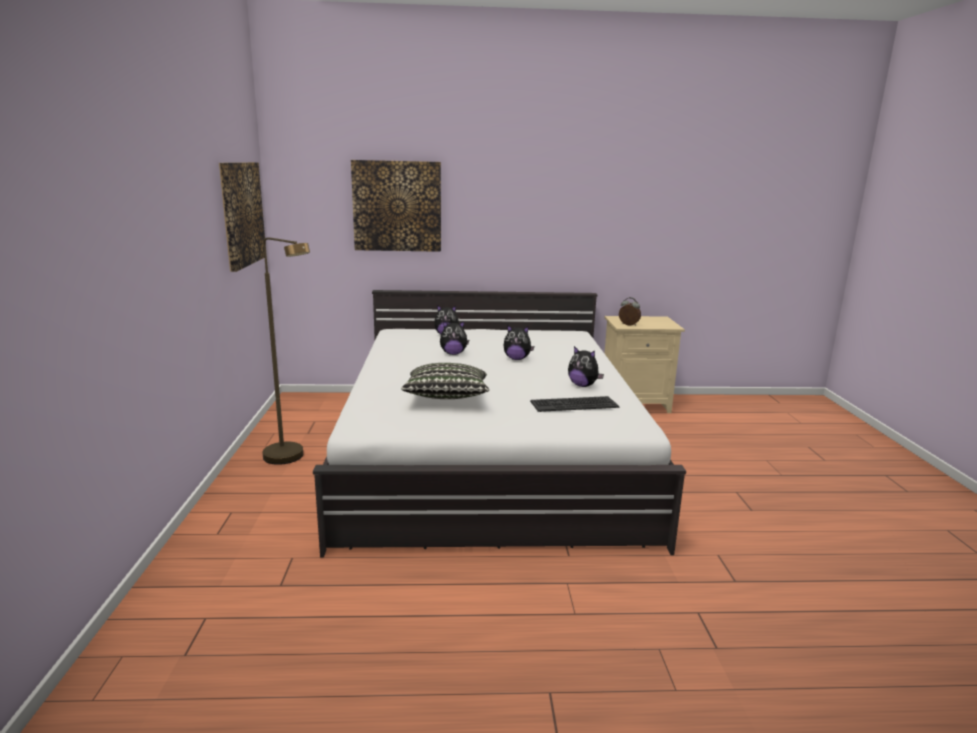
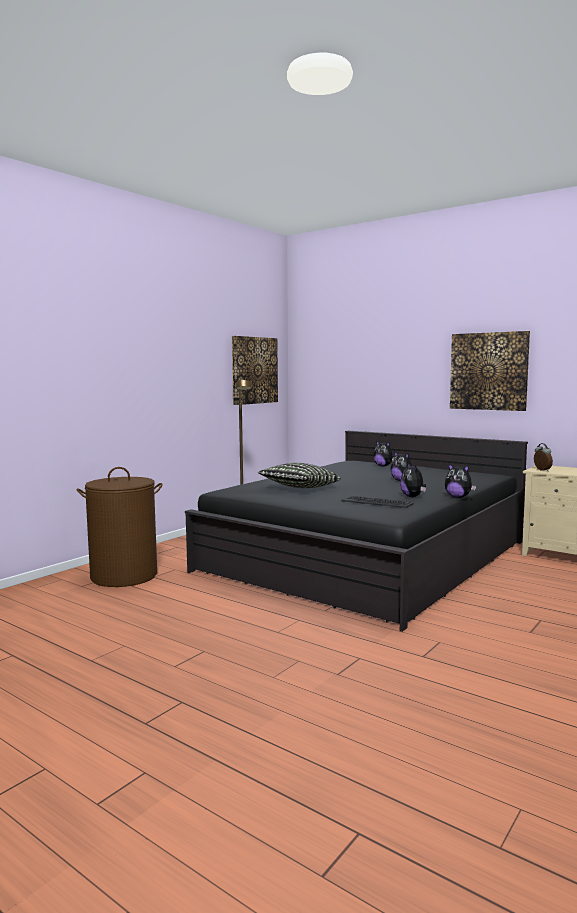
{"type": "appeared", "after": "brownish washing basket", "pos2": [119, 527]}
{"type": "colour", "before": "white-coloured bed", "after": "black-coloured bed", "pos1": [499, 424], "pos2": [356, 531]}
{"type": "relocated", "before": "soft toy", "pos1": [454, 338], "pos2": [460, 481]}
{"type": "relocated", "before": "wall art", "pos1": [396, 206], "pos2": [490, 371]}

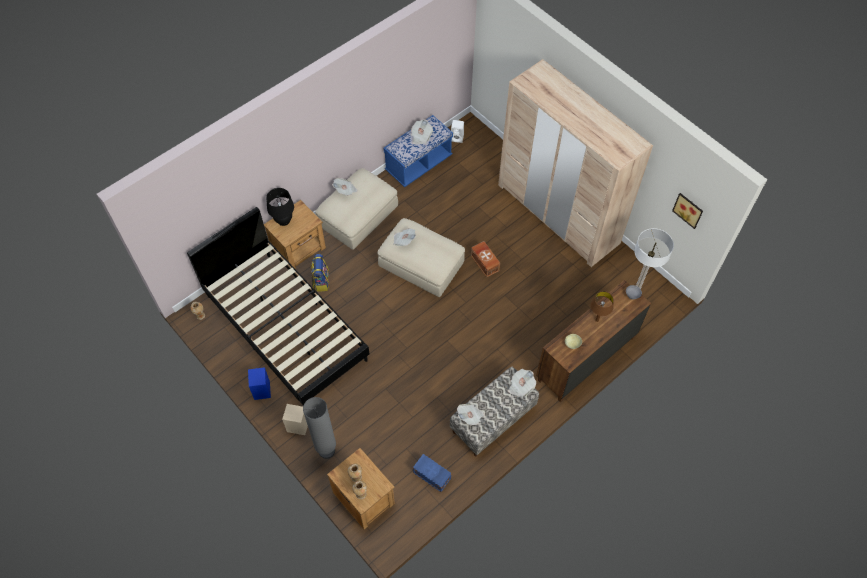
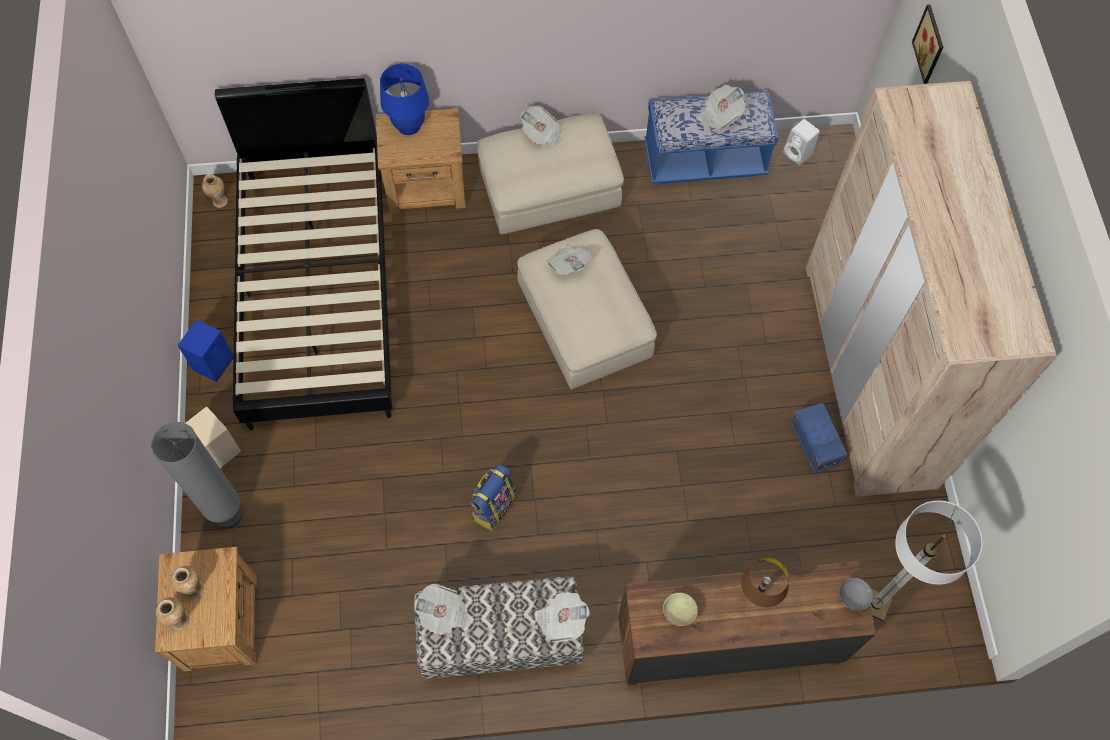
{"type": "colour", "before": "black-coloured lamp for a table", "after": "blue-coloured lamp for a table", "pos1": [280, 207], "pos2": [404, 99]}
{"type": "relocated", "before": "knapsack", "pos1": [320, 272], "pos2": [493, 498]}
{"type": "relocated", "before": "blue-coloured storage bin", "pos1": [432, 473], "pos2": [819, 438]}
{"type": "relocated", "before": "wall art", "pos1": [687, 211], "pos2": [927, 44]}
{"type": "missing", "before": "brownish storage bin", "pos1": [485, 259]}

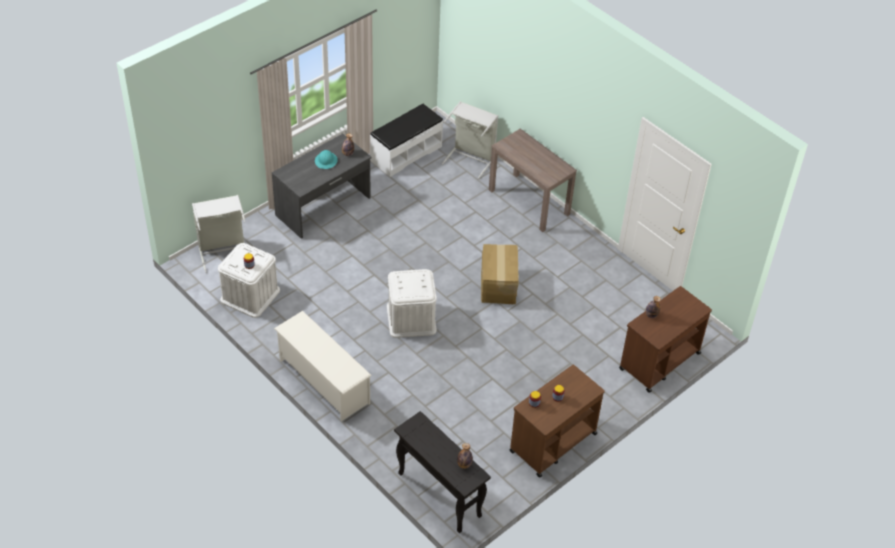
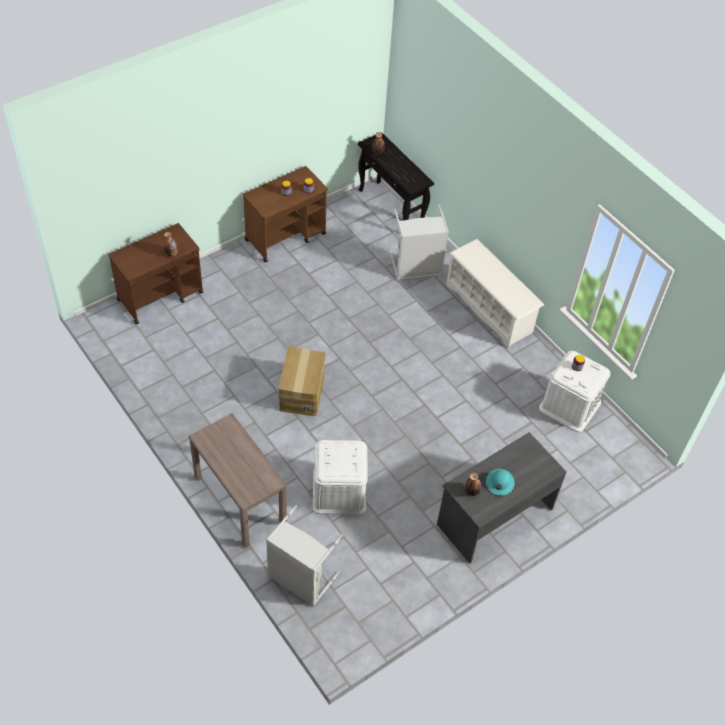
{"type": "relocated", "before": "white-coloured storage bin", "pos1": [412, 303], "pos2": [340, 477]}
{"type": "relocated", "before": "grey washing basket", "pos1": [219, 234], "pos2": [419, 242]}
{"type": "missing", "before": "white-coloured bench", "pos1": [406, 140]}

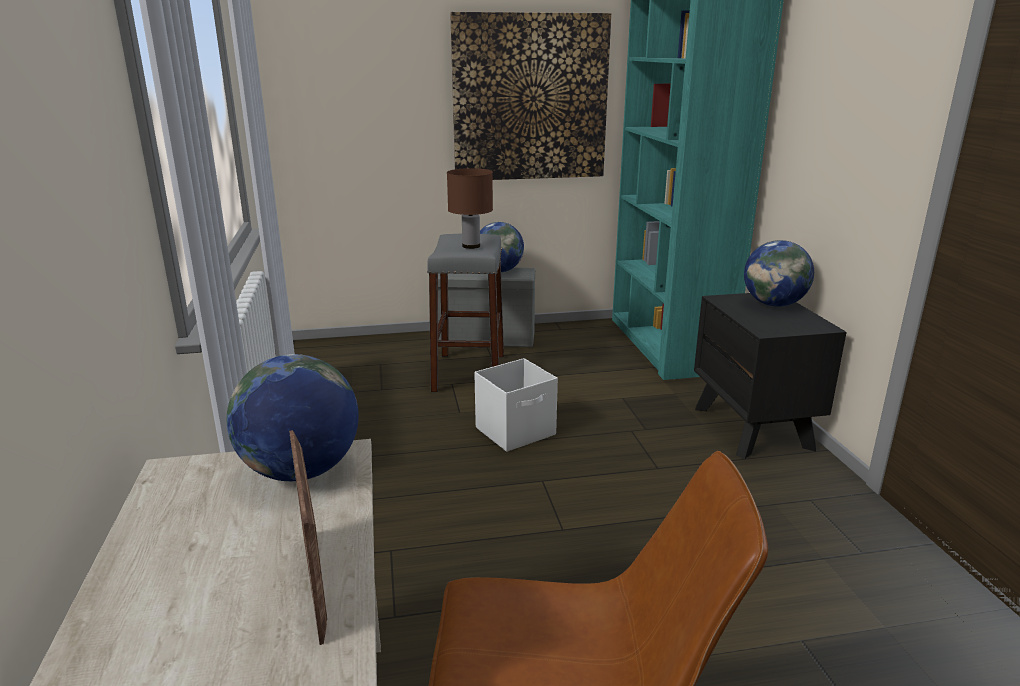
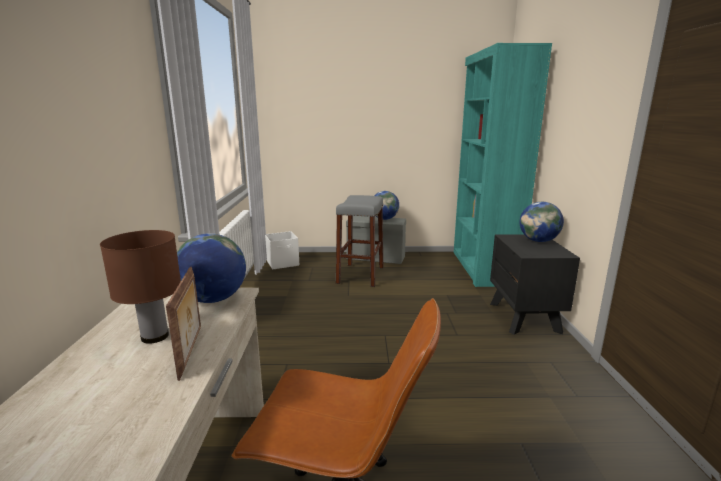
{"type": "relocated", "before": "brownish lamp for a table", "pos1": [470, 208], "pos2": [140, 287]}
{"type": "relocated", "before": "white-coloured storage bin", "pos1": [516, 405], "pos2": [282, 250]}
{"type": "missing", "before": "wall art", "pos1": [530, 96]}

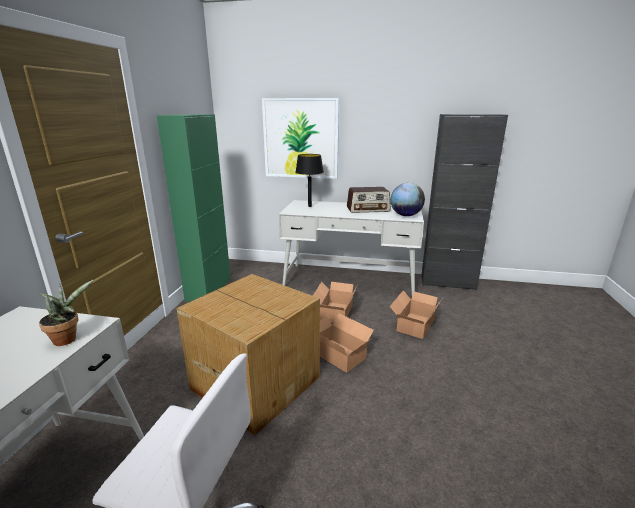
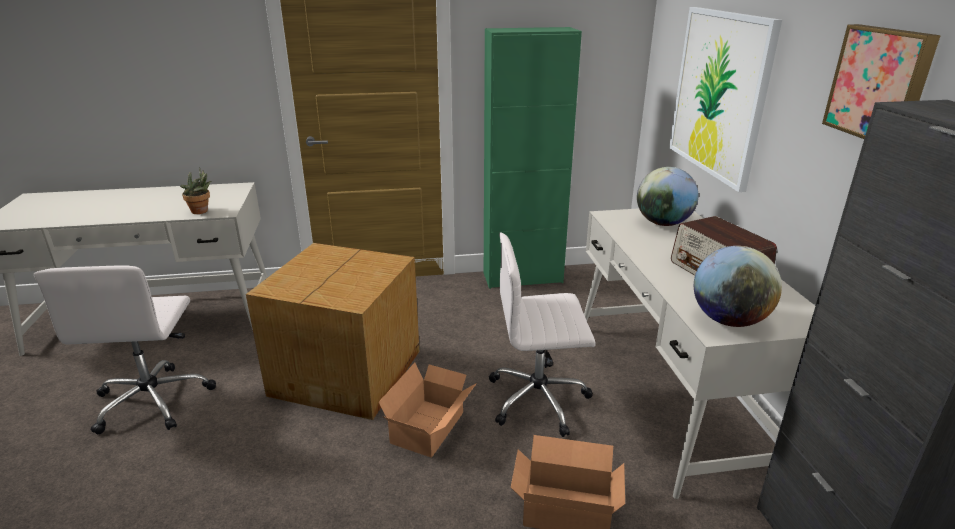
{"type": "exchanged", "before": "carton", "after": "white-coloured office chair", "pos1": [335, 302], "pos2": [542, 334]}
{"type": "exchanged", "before": "black-coloured lamp for a table", "after": "desk globe", "pos1": [309, 180], "pos2": [667, 196]}
{"type": "appeared", "after": "wall art", "pos2": [881, 81]}

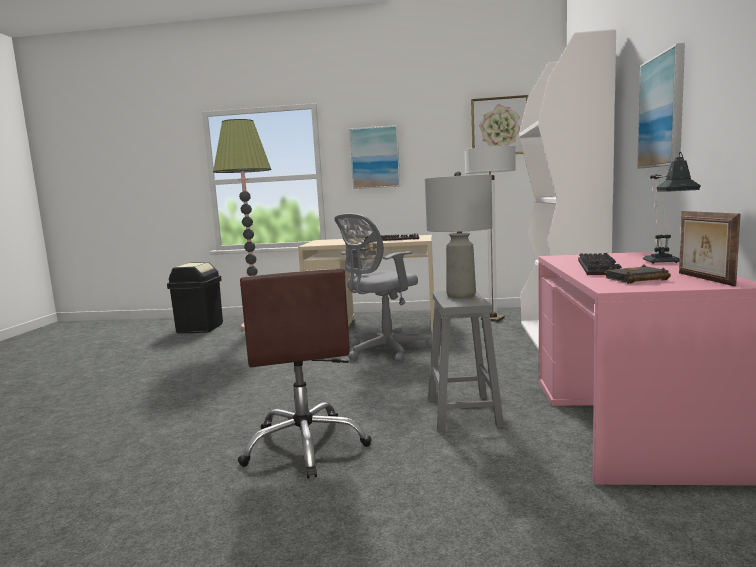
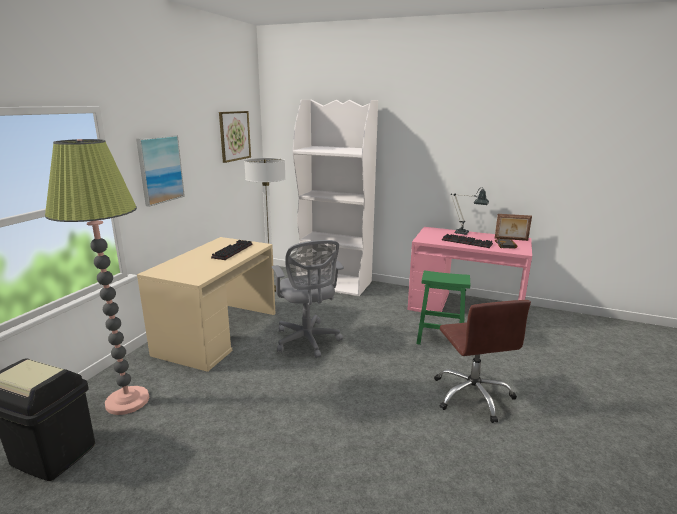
{"type": "colour", "before": "grey stool", "after": "greenish stool", "pos1": [466, 361], "pos2": [443, 307]}
{"type": "spun", "before": "brownish office chair", "pos1": [305, 374], "pos2": [482, 361], "turn": 75}
{"type": "missing", "before": "grey lamp for a table", "pos1": [459, 234]}
{"type": "missing", "before": "wall art", "pos1": [661, 106]}

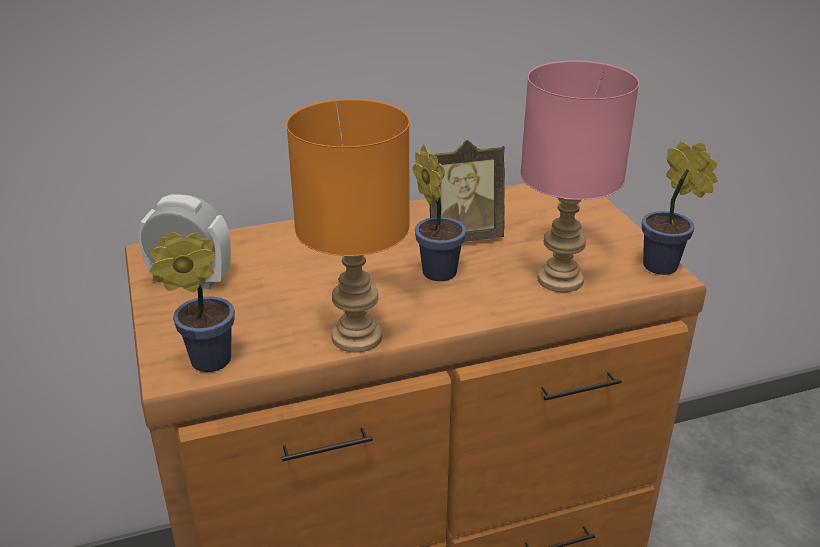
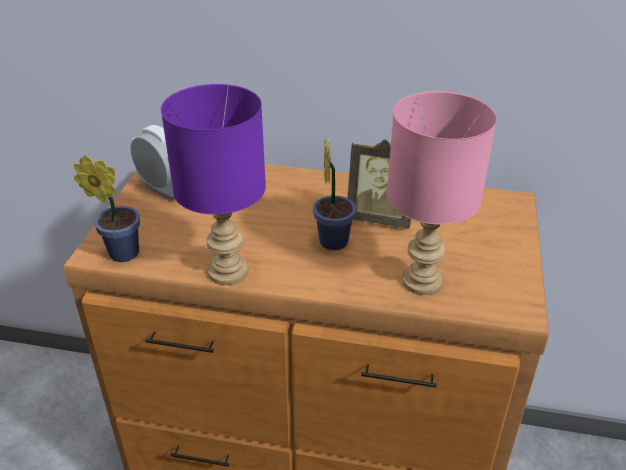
{"type": "colour", "before": "orange lamp for a table", "after": "purple lamp for a table", "pos1": [348, 226], "pos2": [213, 184]}
{"type": "missing", "before": "plant in a pot", "pos1": [680, 208]}

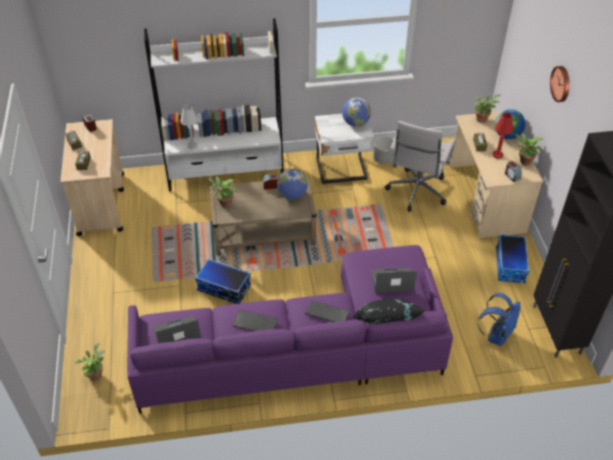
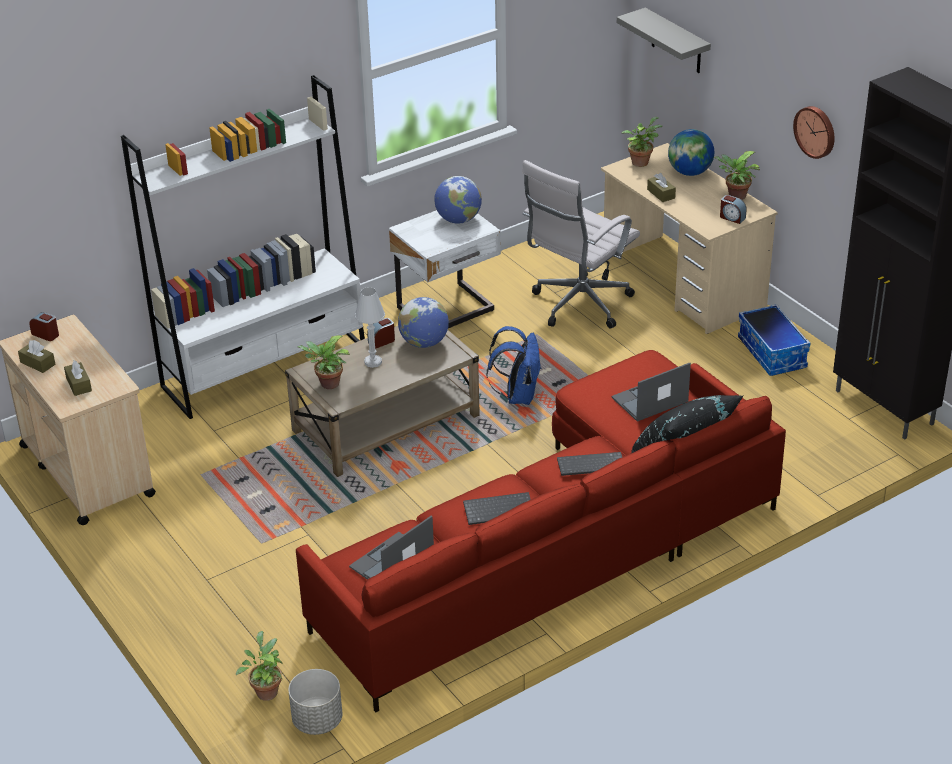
{"type": "relocated", "before": "grey flower pot", "pos1": [384, 150], "pos2": [315, 702]}
{"type": "colour", "before": "purple settee", "after": "red settee", "pos1": [290, 329], "pos2": [541, 531]}
{"type": "relocated", "before": "white-coloured lamp for a table", "pos1": [189, 127], "pos2": [370, 327]}
{"type": "relocated", "before": "blue-coloured knapsack", "pos1": [498, 319], "pos2": [513, 365]}
{"type": "spun", "before": "white-coloured office chair", "pos1": [420, 166], "pos2": [581, 244], "turn": 45}
{"type": "appeared", "after": "grey wall shelf", "pos2": [664, 40]}
{"type": "relocated", "before": "wall clock", "pos1": [560, 84], "pos2": [814, 132]}
{"type": "missing", "before": "storage bin", "pos1": [223, 281]}
{"type": "missing", "before": "red lamp for a table", "pos1": [503, 135]}

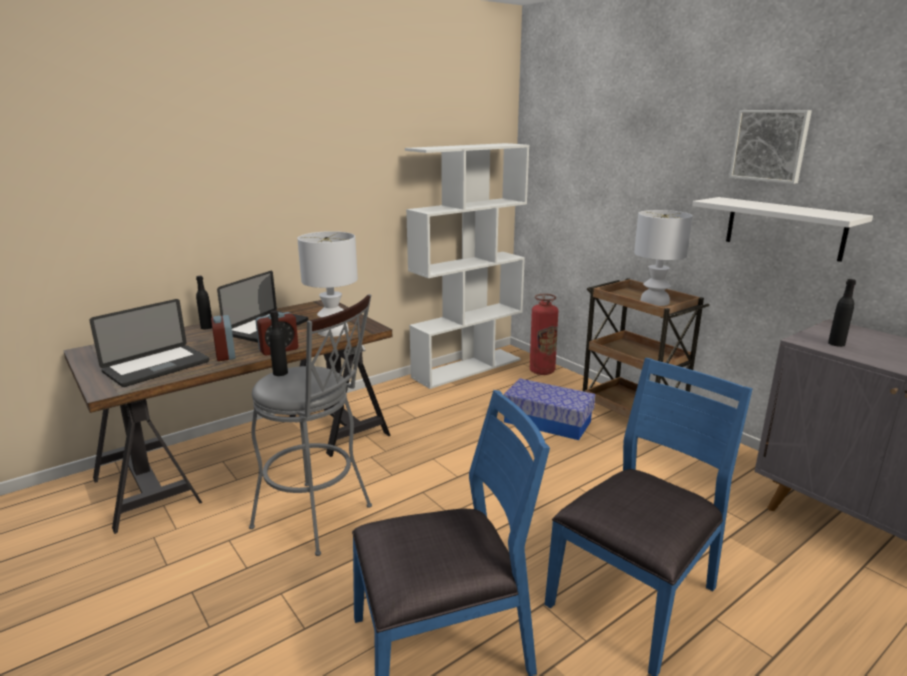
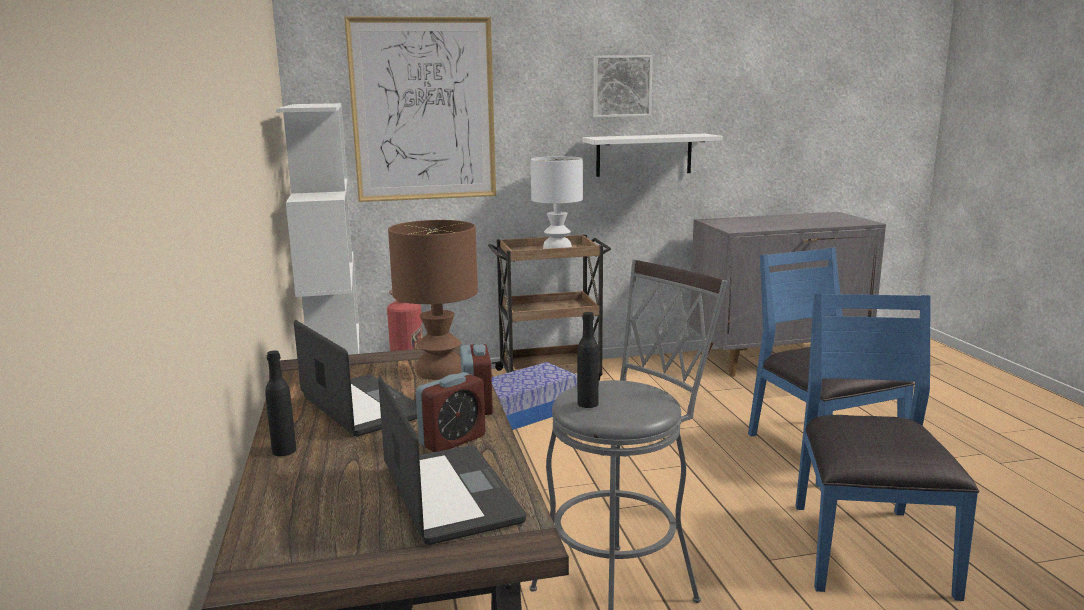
{"type": "appeared", "after": "wall art", "pos2": [420, 109]}
{"type": "colour", "before": "white-coloured lamp for a table", "after": "brownish lamp for a table", "pos1": [327, 284], "pos2": [433, 300]}
{"type": "spun", "before": "table clock", "pos1": [223, 338], "pos2": [450, 412], "turn": -45}
{"type": "missing", "before": "black-coloured beverage bottle", "pos1": [842, 313]}

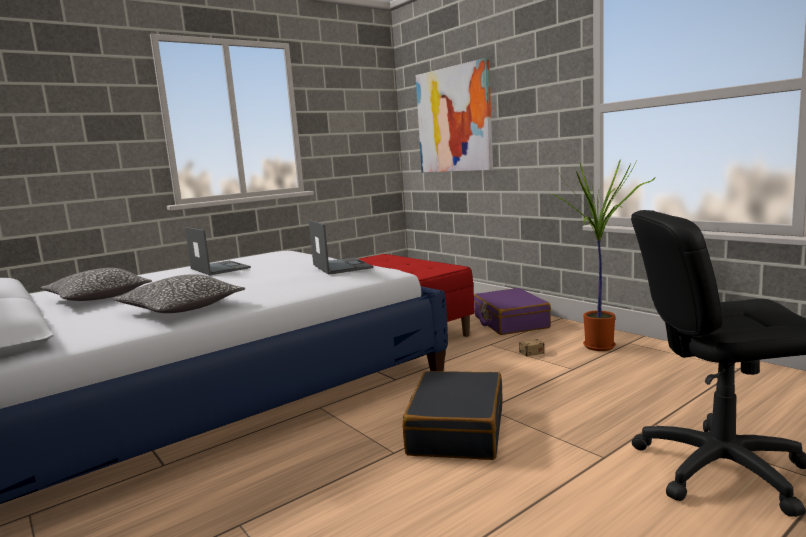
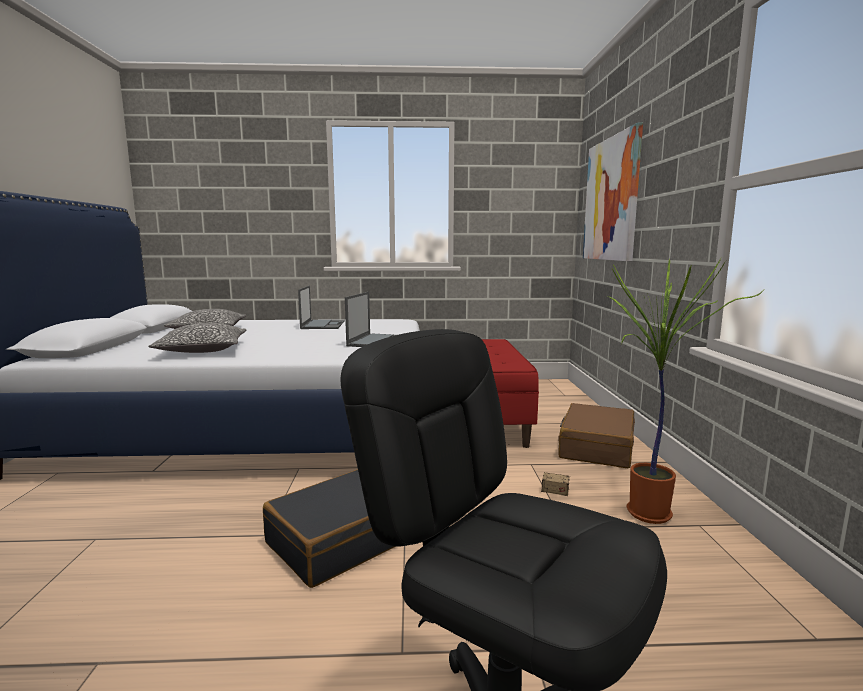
{"type": "colour", "before": "purple travel case", "after": "brownish travel case", "pos1": [512, 311], "pos2": [596, 435]}

